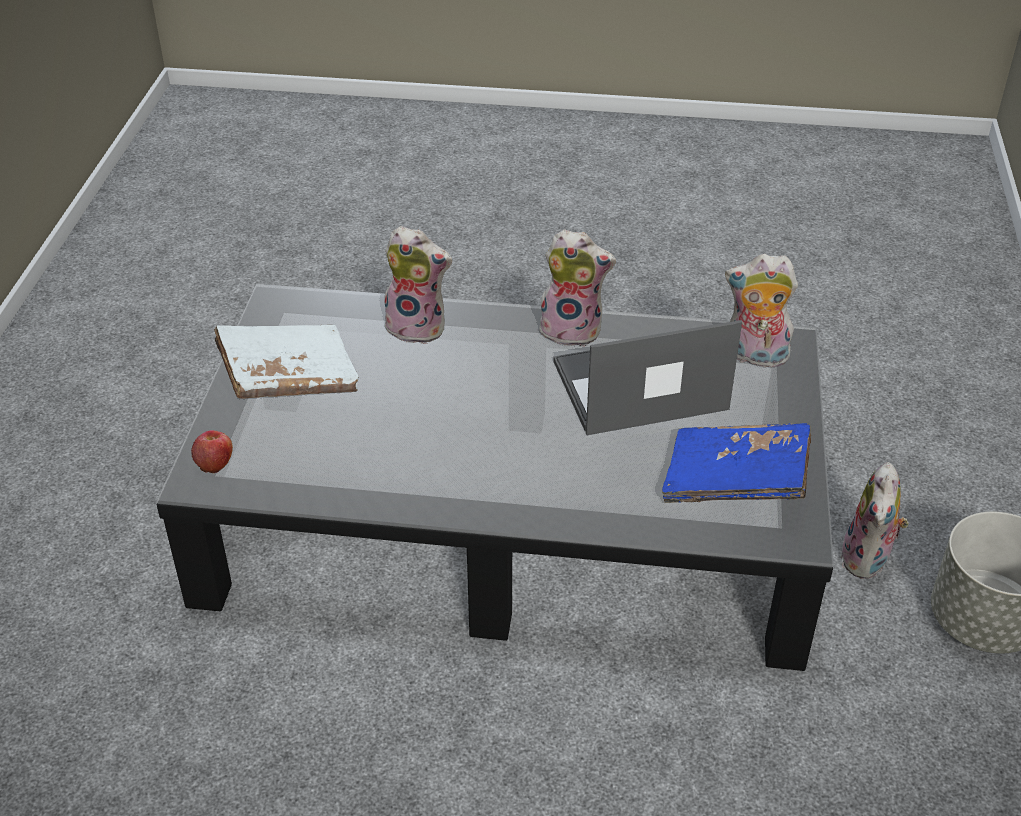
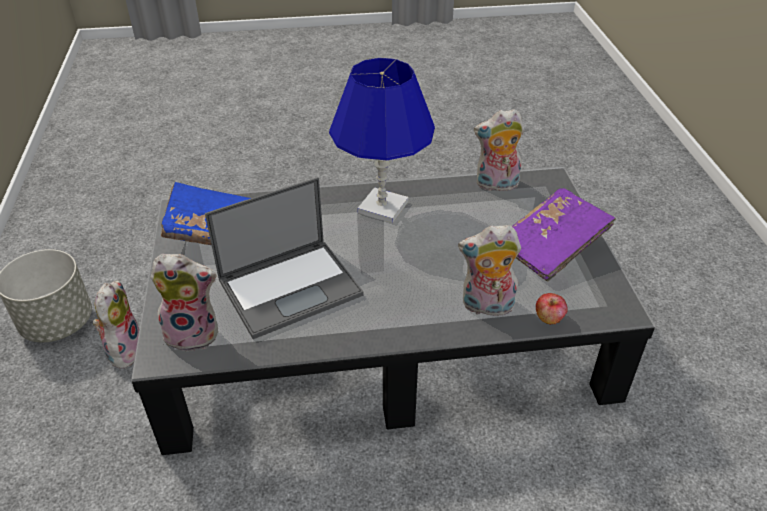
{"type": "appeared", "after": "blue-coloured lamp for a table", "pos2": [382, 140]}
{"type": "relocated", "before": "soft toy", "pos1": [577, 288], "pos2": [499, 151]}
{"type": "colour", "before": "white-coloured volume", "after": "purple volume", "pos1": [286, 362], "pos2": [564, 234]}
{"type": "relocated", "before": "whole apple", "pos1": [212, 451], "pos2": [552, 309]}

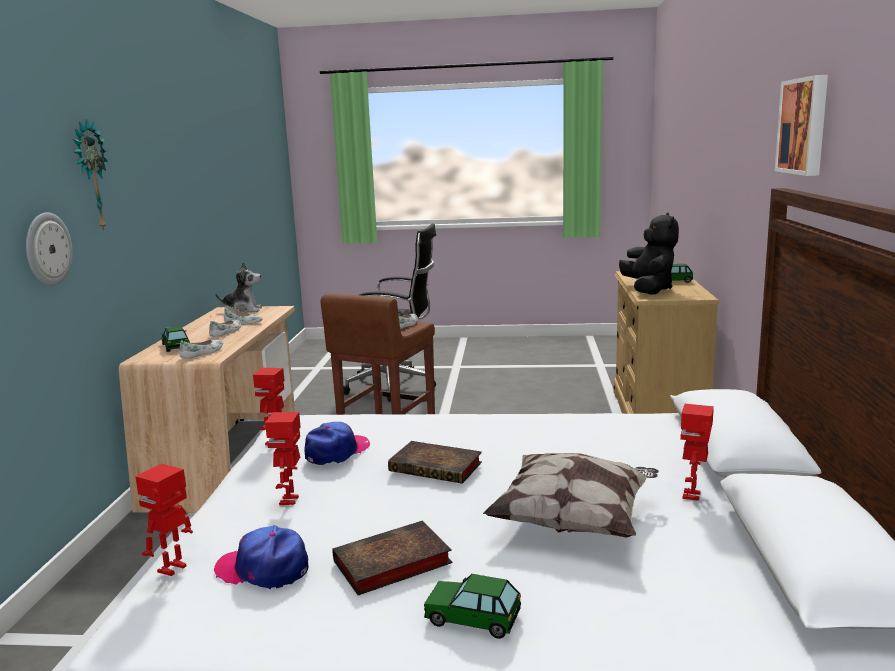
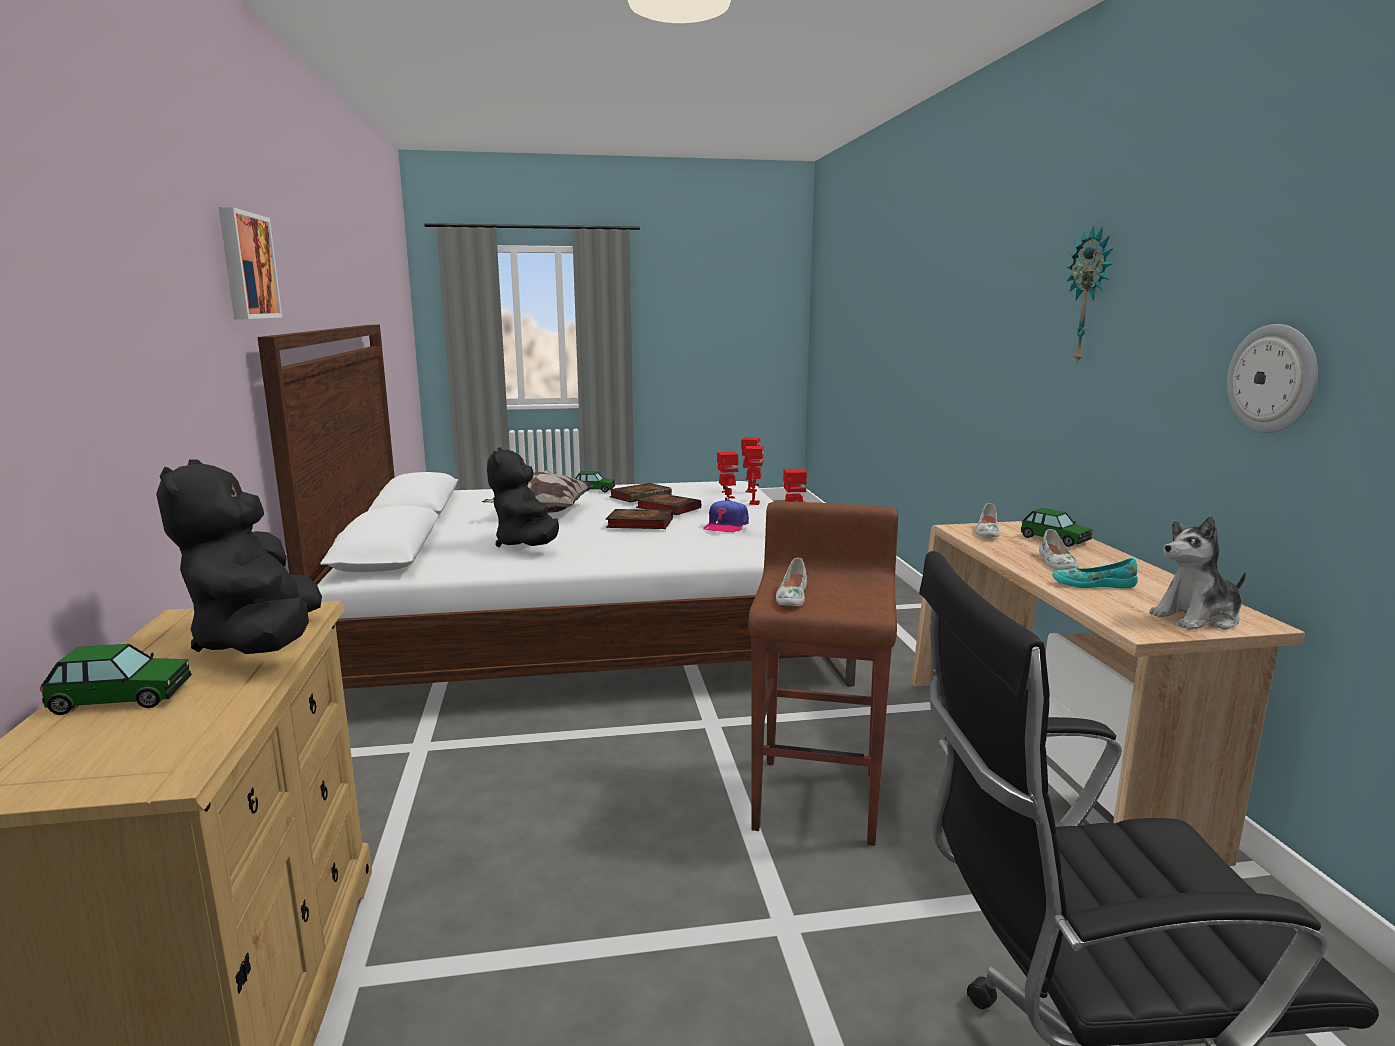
{"type": "appeared", "after": "black-coloured soft toy", "pos2": [523, 497]}
{"type": "appeared", "after": "volume", "pos2": [668, 504]}
{"type": "relocated", "before": "robot figure", "pos1": [697, 452], "pos2": [754, 475]}
{"type": "colour", "before": "white-coloured low shoe", "after": "turquoise-coloured low shoe", "pos1": [243, 315], "pos2": [1095, 573]}
{"type": "relocated", "before": "wall clock", "pos1": [49, 249], "pos2": [1272, 378]}
{"type": "missing", "before": "baseball cap", "pos1": [261, 557]}

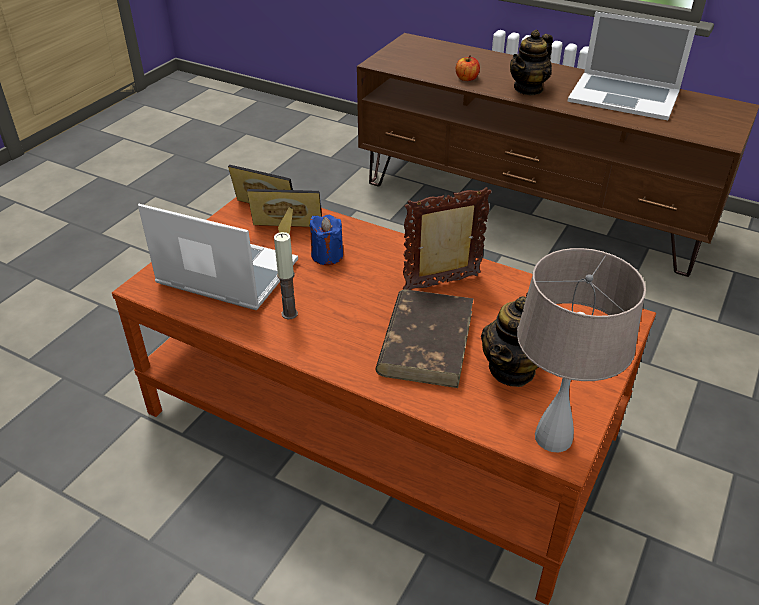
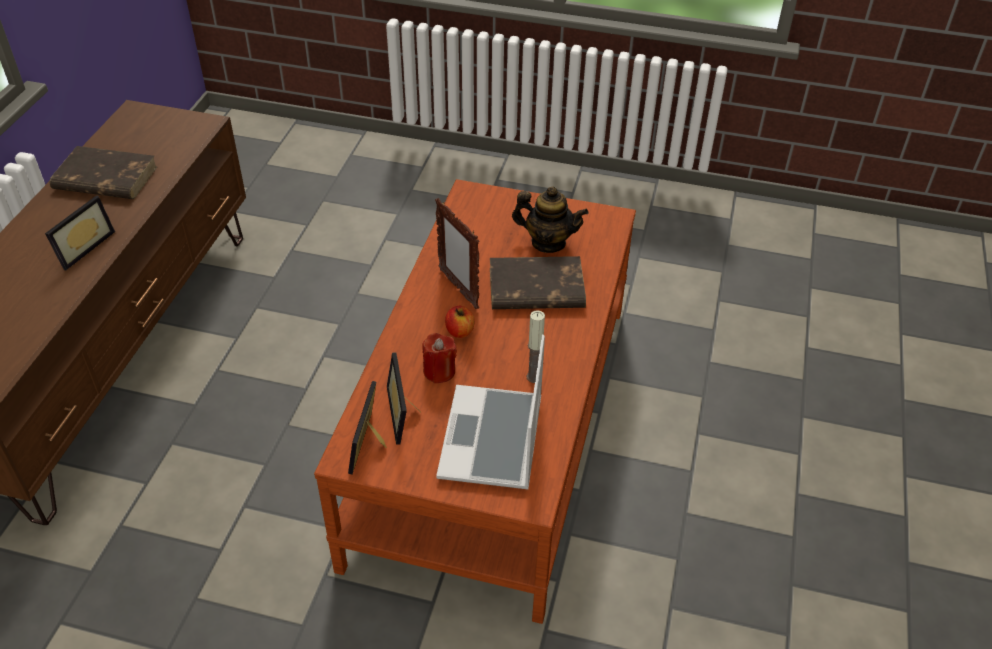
{"type": "exchanged", "before": "tea pot", "after": "picture frame", "pos1": [531, 63], "pos2": [80, 232]}
{"type": "exchanged", "before": "portable computer", "after": "brownish volume", "pos1": [632, 65], "pos2": [104, 172]}
{"type": "colour", "before": "blue-coloured wax candle", "after": "red wax candle", "pos1": [326, 240], "pos2": [439, 358]}
{"type": "relocated", "before": "whole apple", "pos1": [468, 68], "pos2": [460, 322]}
{"type": "missing", "before": "sand-coloured lamp for a table", "pos1": [581, 350]}

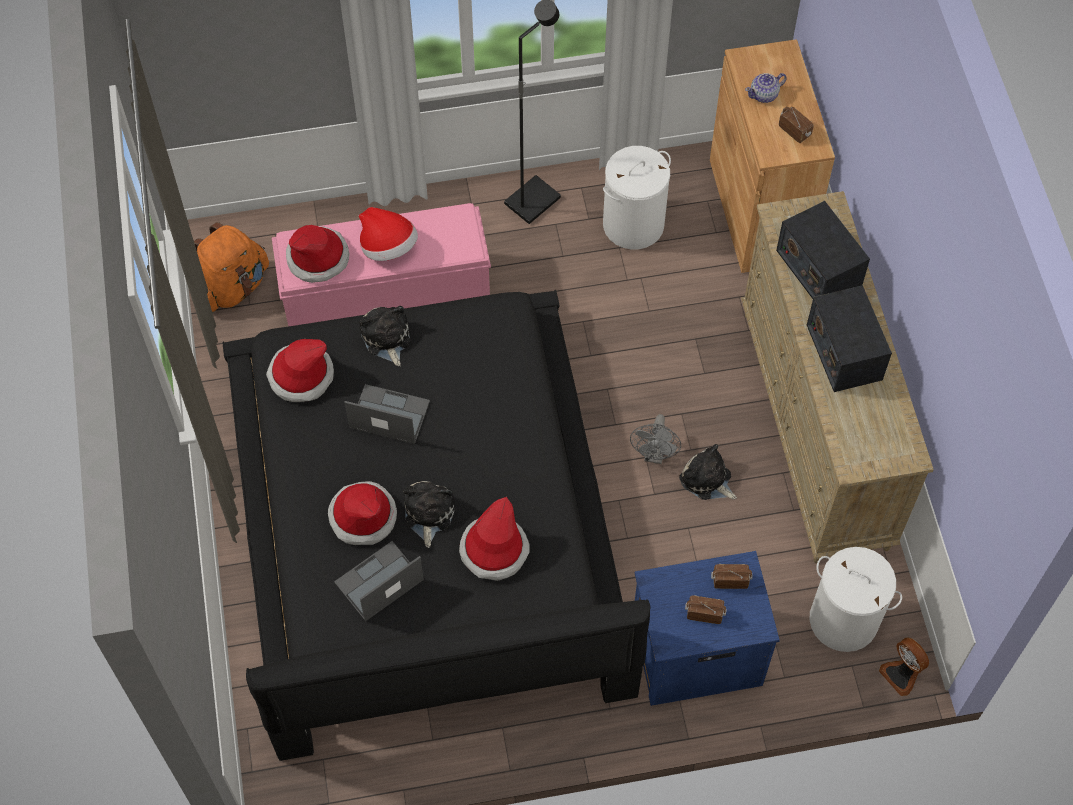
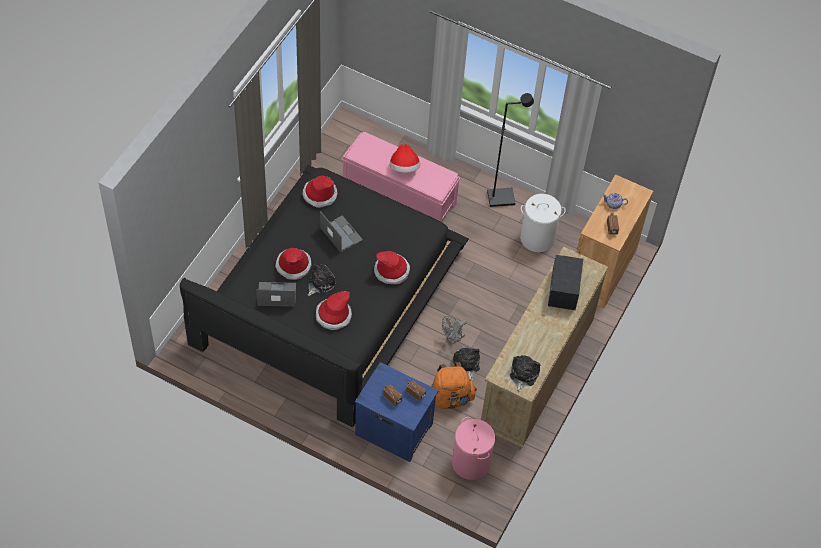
{"type": "relocated", "before": "wearable hat", "pos1": [318, 254], "pos2": [392, 267]}
{"type": "relocated", "before": "orange knapsack", "pos1": [231, 267], "pos2": [453, 385]}
{"type": "colour", "before": "white-coloured washing basket", "after": "pink washing basket", "pos1": [855, 599], "pos2": [473, 448]}
{"type": "relocated", "before": "soft toy", "pos1": [385, 336], "pos2": [525, 373]}
{"type": "missing", "before": "radio set", "pos1": [849, 338]}
{"type": "missing", "before": "cooling fan", "pos1": [904, 667]}

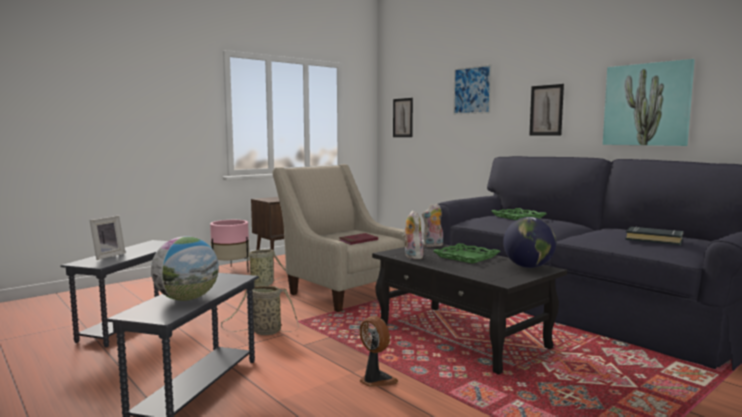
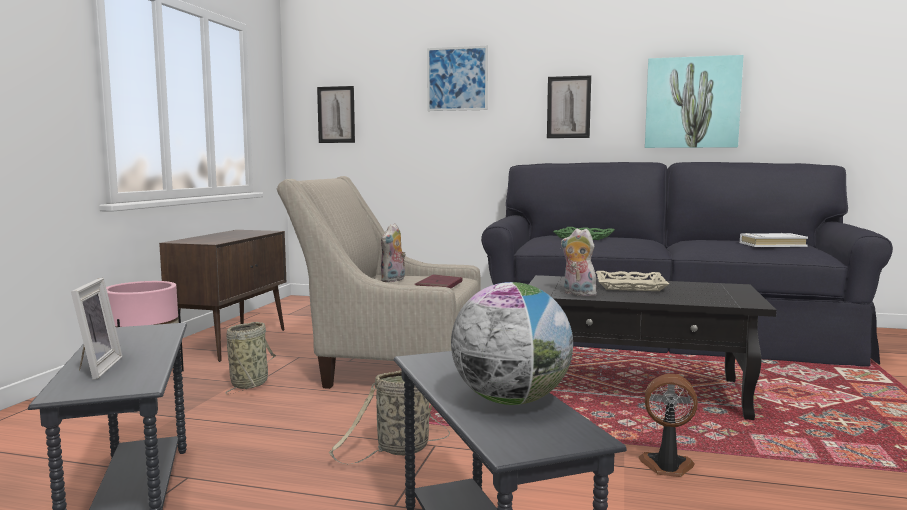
{"type": "relocated", "before": "soft toy", "pos1": [432, 225], "pos2": [393, 252]}
{"type": "colour", "before": "greenish tray", "after": "sand-coloured tray", "pos1": [466, 253], "pos2": [632, 281]}
{"type": "colour", "before": "black-coloured volume", "after": "white-coloured volume", "pos1": [654, 236], "pos2": [774, 240]}
{"type": "missing", "before": "desk globe", "pos1": [529, 242]}

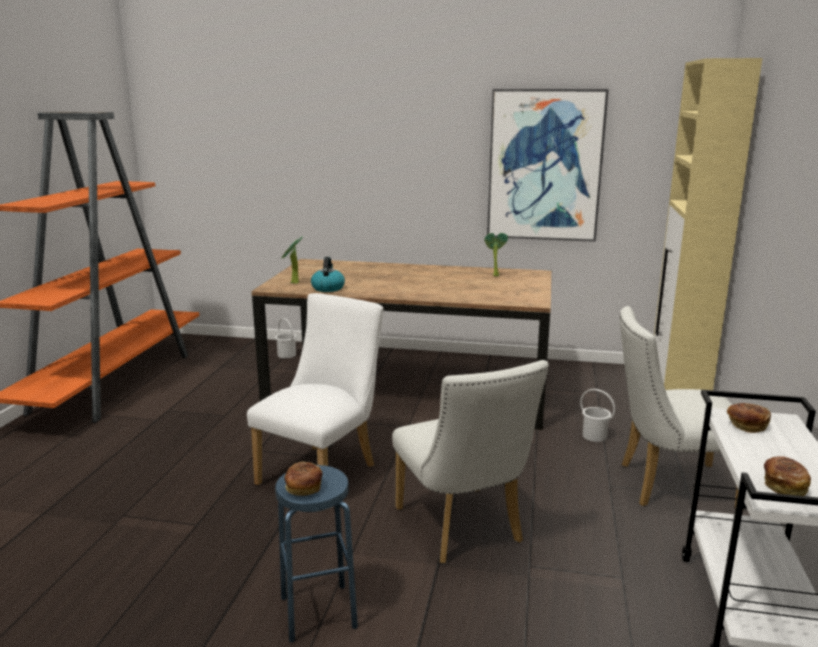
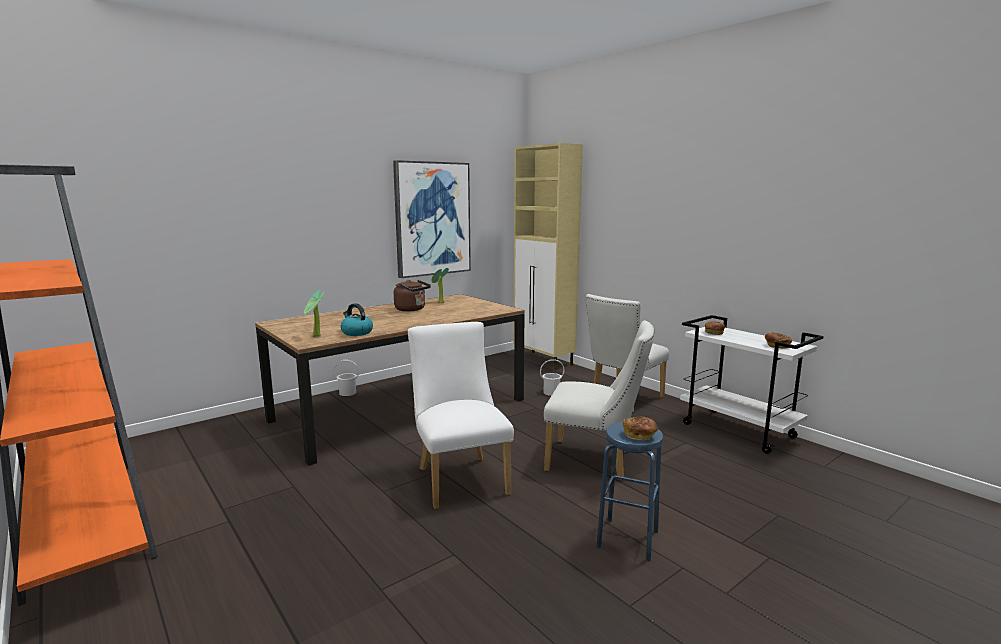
{"type": "relocated", "before": "white-coloured water bucket", "pos1": [286, 338], "pos2": [346, 378]}
{"type": "appeared", "after": "brownish kettle", "pos2": [412, 295]}

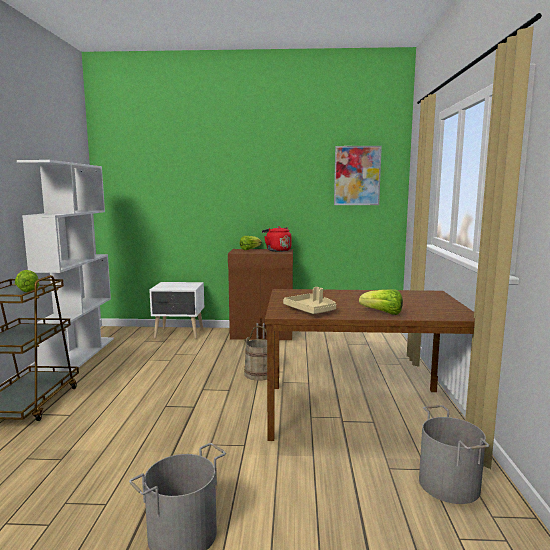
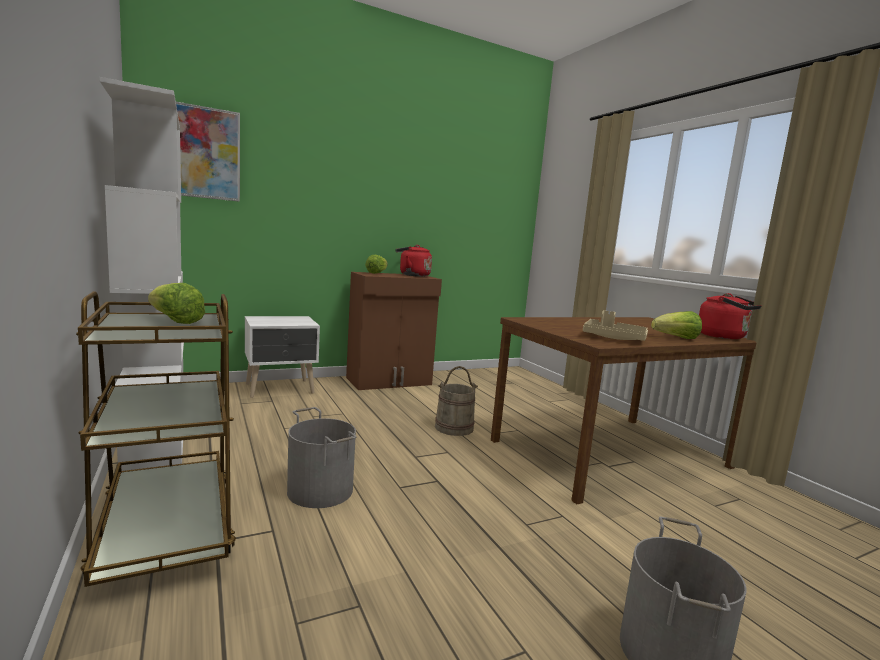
{"type": "relocated", "before": "wall art", "pos1": [358, 175], "pos2": [208, 152]}
{"type": "relocated", "before": "grey water bucket", "pos1": [454, 454], "pos2": [321, 457]}
{"type": "appeared", "after": "red kettle", "pos2": [730, 316]}

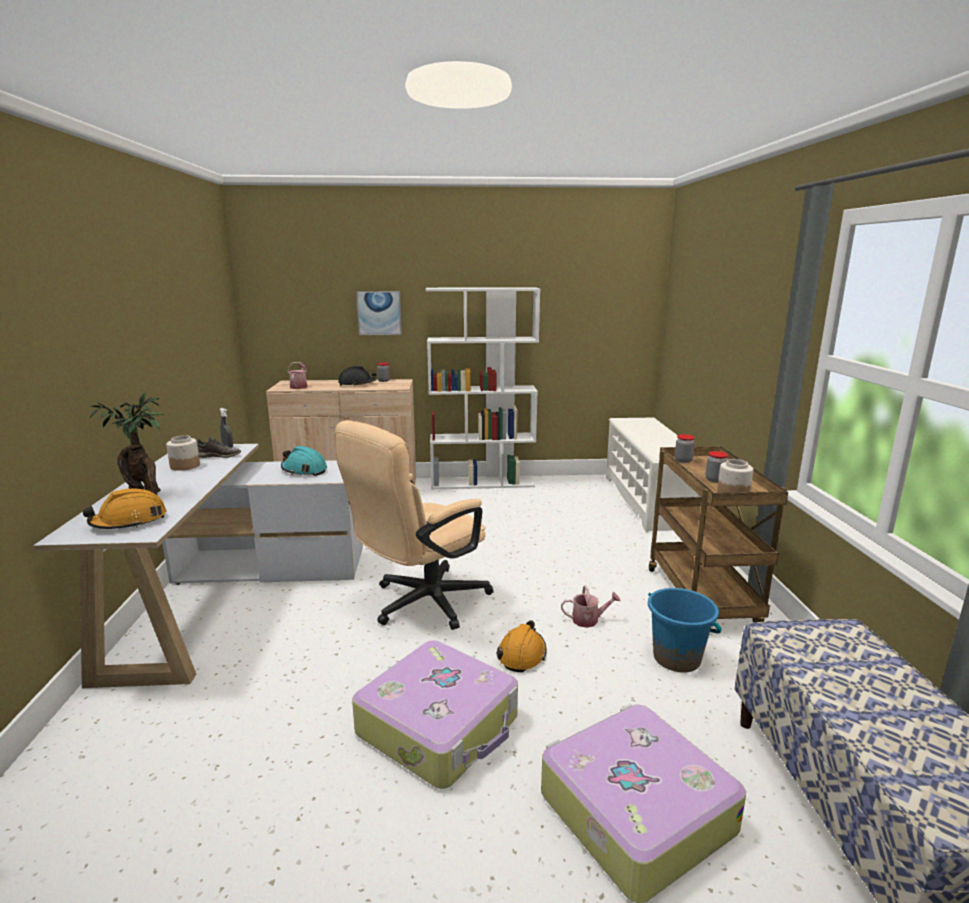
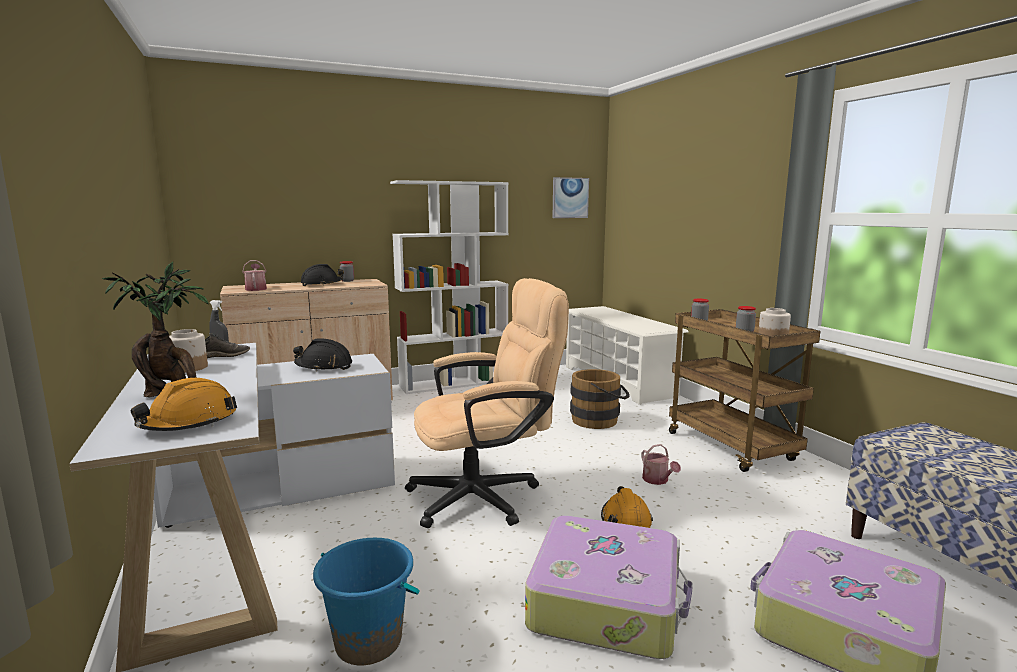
{"type": "colour", "before": "turquoise-coloured hard hat", "after": "black-coloured hard hat", "pos1": [304, 461], "pos2": [322, 355]}
{"type": "relocated", "before": "blue-coloured water bucket", "pos1": [685, 630], "pos2": [366, 601]}
{"type": "spun", "before": "sand-coloured office chair", "pos1": [413, 525], "pos2": [487, 403], "turn": -135}
{"type": "relocated", "before": "wall art", "pos1": [379, 313], "pos2": [571, 197]}
{"type": "appeared", "after": "brownish water bucket", "pos2": [599, 399]}
{"type": "spun", "before": "sprinkling can", "pos1": [591, 606], "pos2": [661, 464], "turn": 90}

